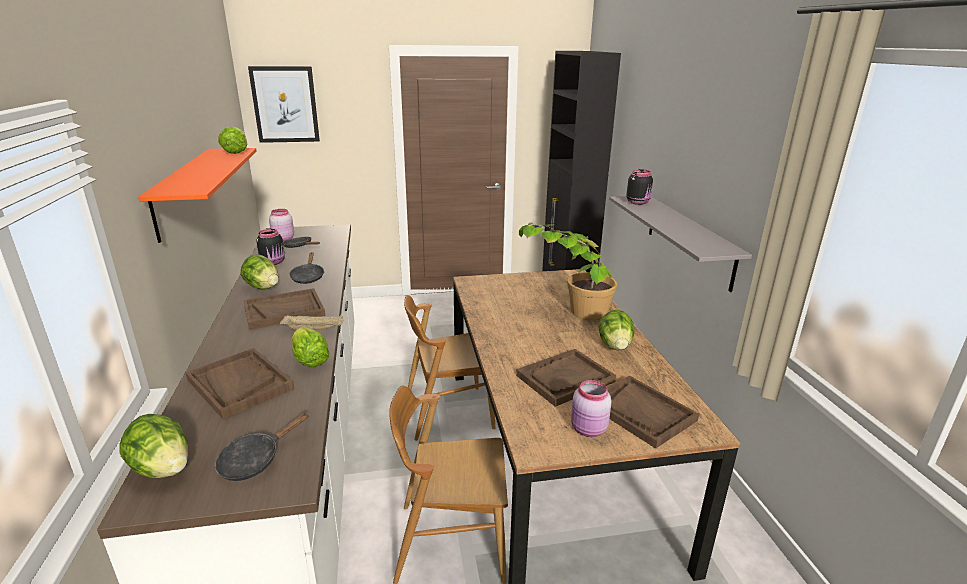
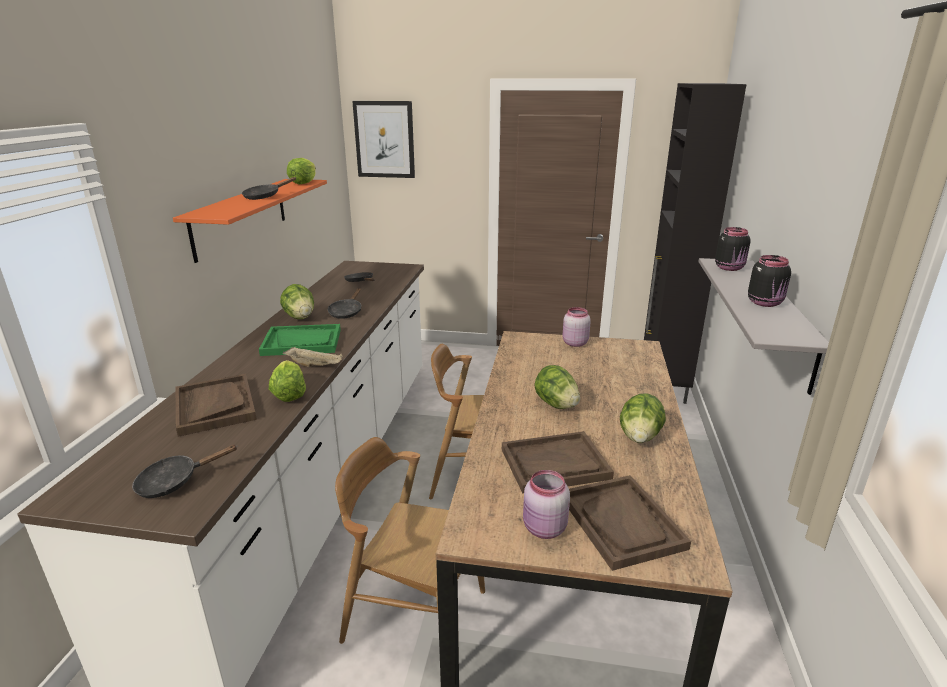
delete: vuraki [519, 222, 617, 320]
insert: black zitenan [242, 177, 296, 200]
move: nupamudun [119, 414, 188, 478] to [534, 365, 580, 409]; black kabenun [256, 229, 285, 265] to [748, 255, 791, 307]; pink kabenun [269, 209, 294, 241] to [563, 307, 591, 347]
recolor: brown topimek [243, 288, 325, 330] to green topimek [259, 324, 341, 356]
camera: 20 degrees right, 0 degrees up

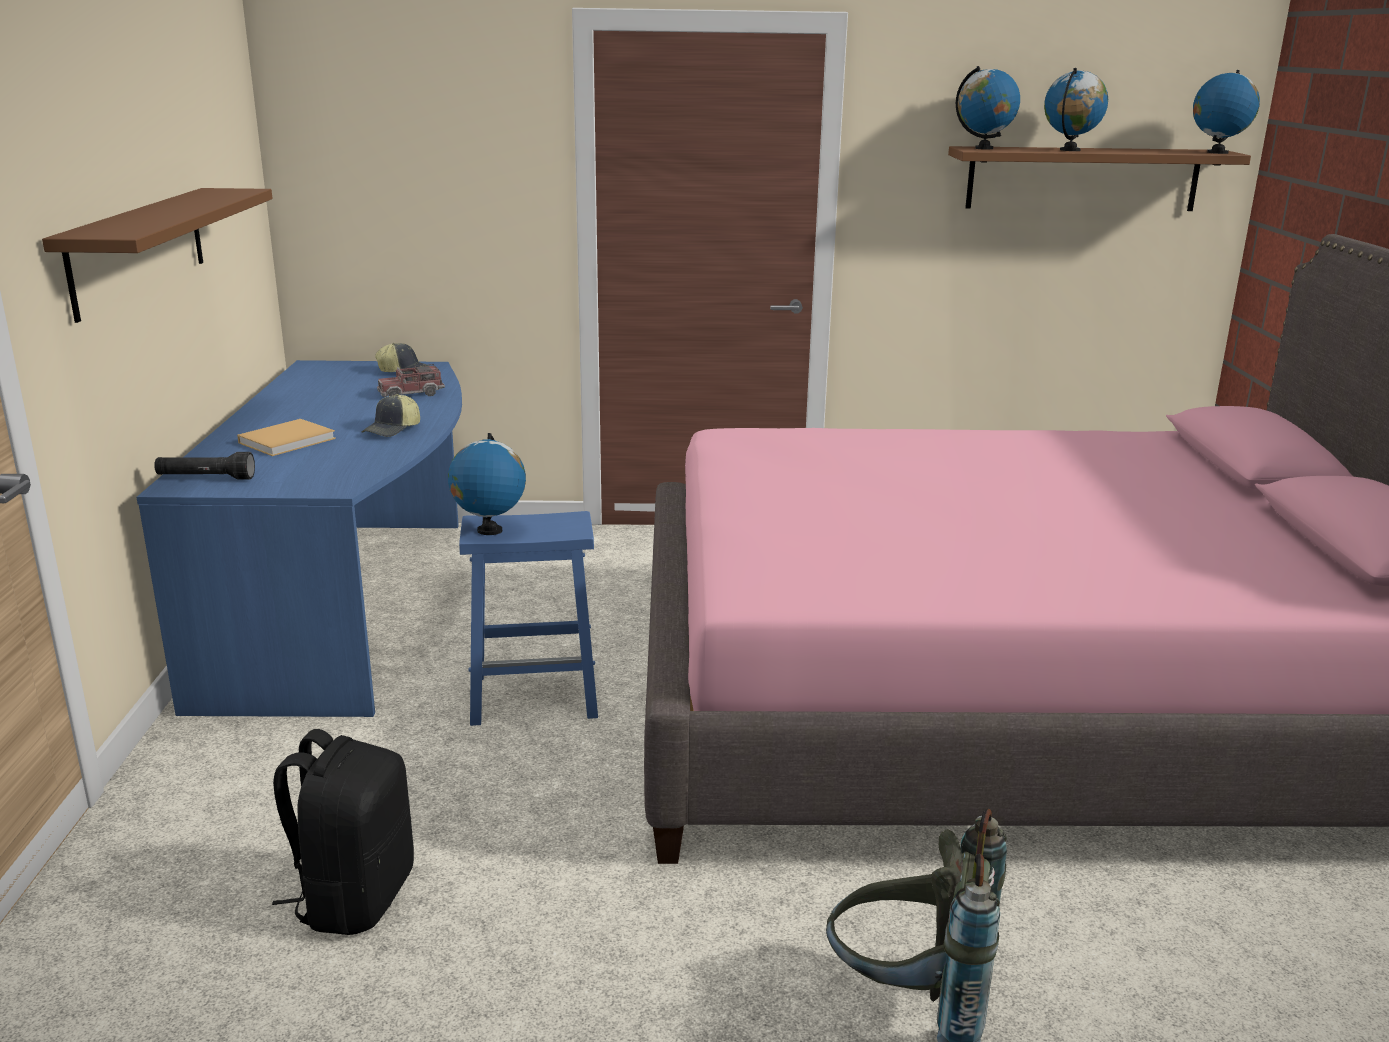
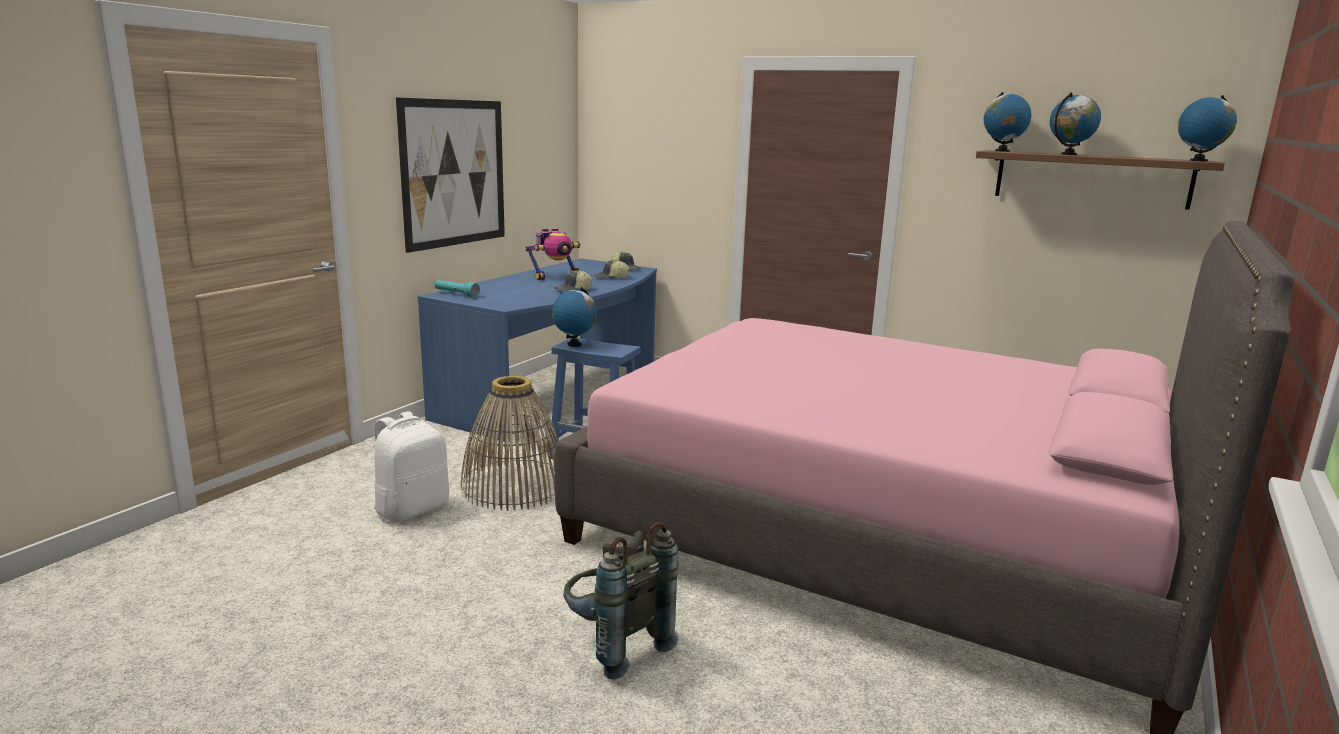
delete: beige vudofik [237, 419, 336, 456]
insert: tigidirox [461, 376, 559, 511]; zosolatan [525, 228, 581, 280]
replace: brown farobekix [42, 188, 273, 323] to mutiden [396, 98, 505, 253]; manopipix [377, 364, 445, 397] to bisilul [594, 260, 630, 279]
recolor: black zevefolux [154, 452, 255, 480] to turquoise zevefolux [434, 280, 480, 298]; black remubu [272, 729, 414, 935] to white remubu [374, 411, 449, 523]
camera: 30 degrees right, 5 degrees down

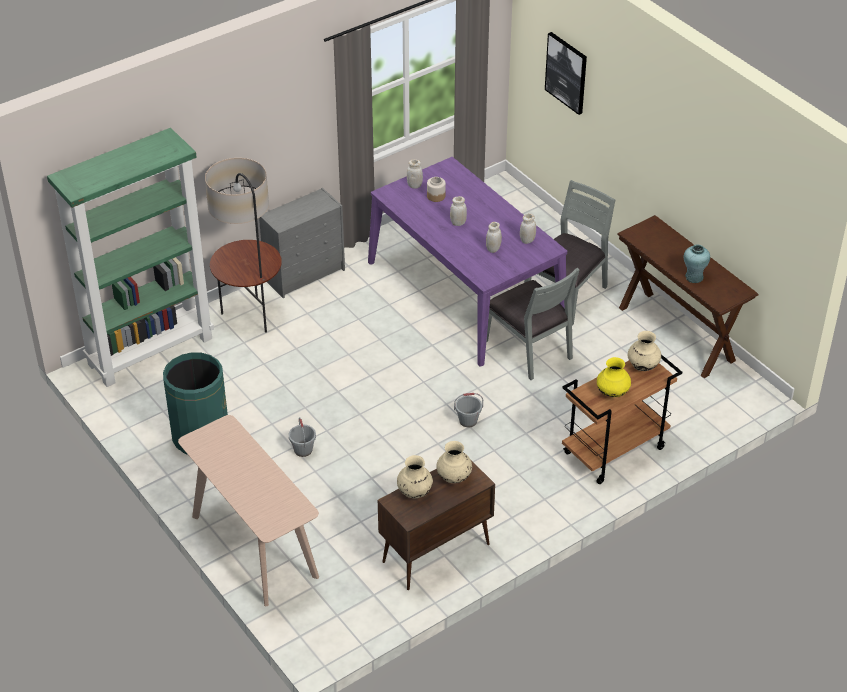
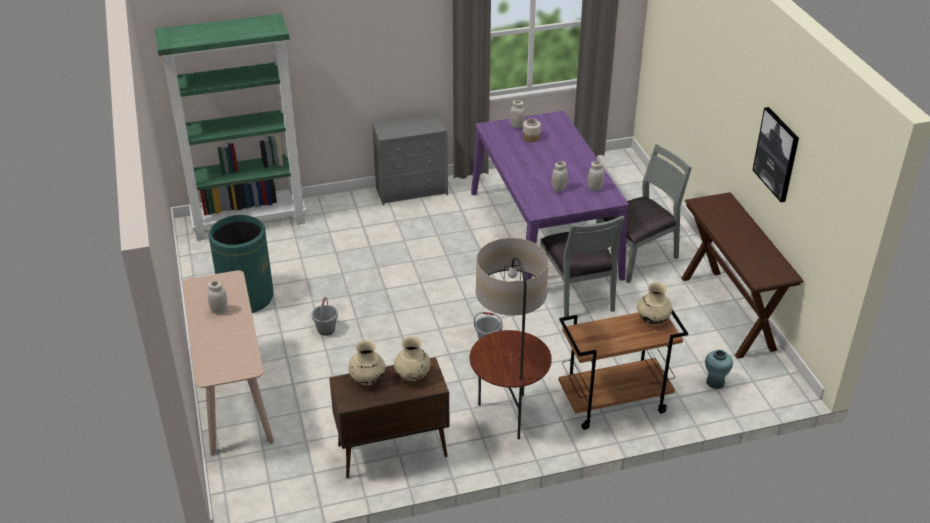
delete: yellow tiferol [597, 357, 631, 397]
move: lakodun [205, 158, 282, 333] to [470, 238, 552, 440]; white kabenun [450, 196, 467, 226] to [208, 281, 228, 314]; mutiden [545, 32, 587, 115] to [753, 107, 799, 202]; turquoise tiferol [684, 245, 710, 283] to [705, 350, 733, 389]
camera: 20 degrees right, 5 degrees down

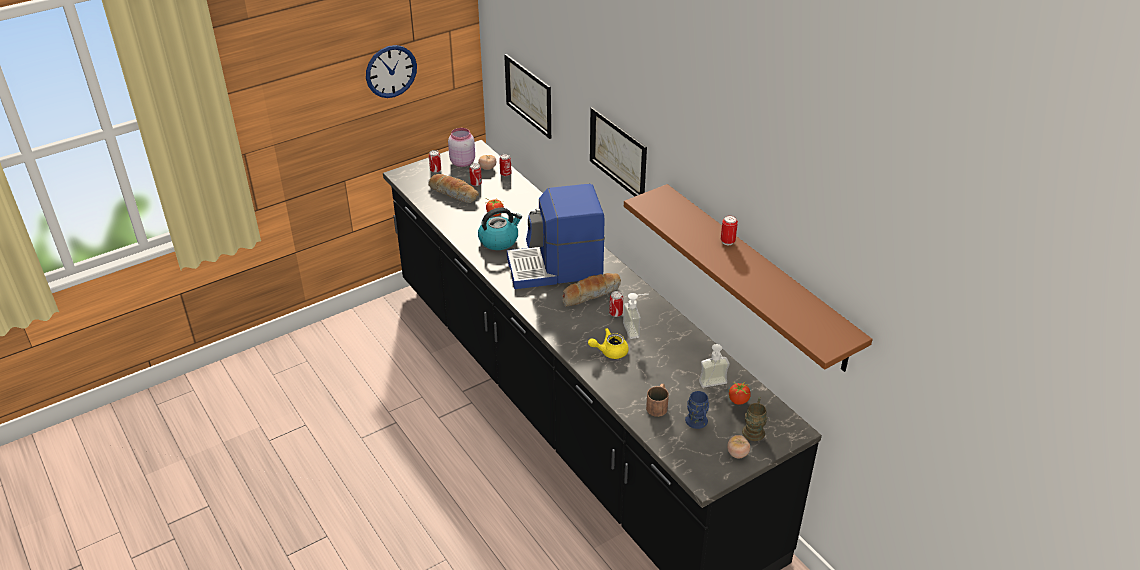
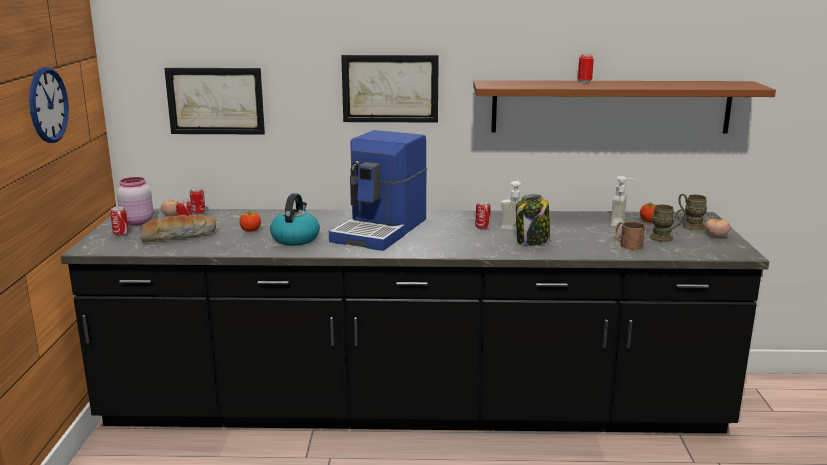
delete: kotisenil [562, 273, 621, 306]
replace: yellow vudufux [588, 328, 629, 359] to kabenun [516, 194, 550, 246]
recolor: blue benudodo [685, 391, 709, 429] to brown benudodo [649, 205, 686, 242]
camera: 55 degrees left, 20 degrees down

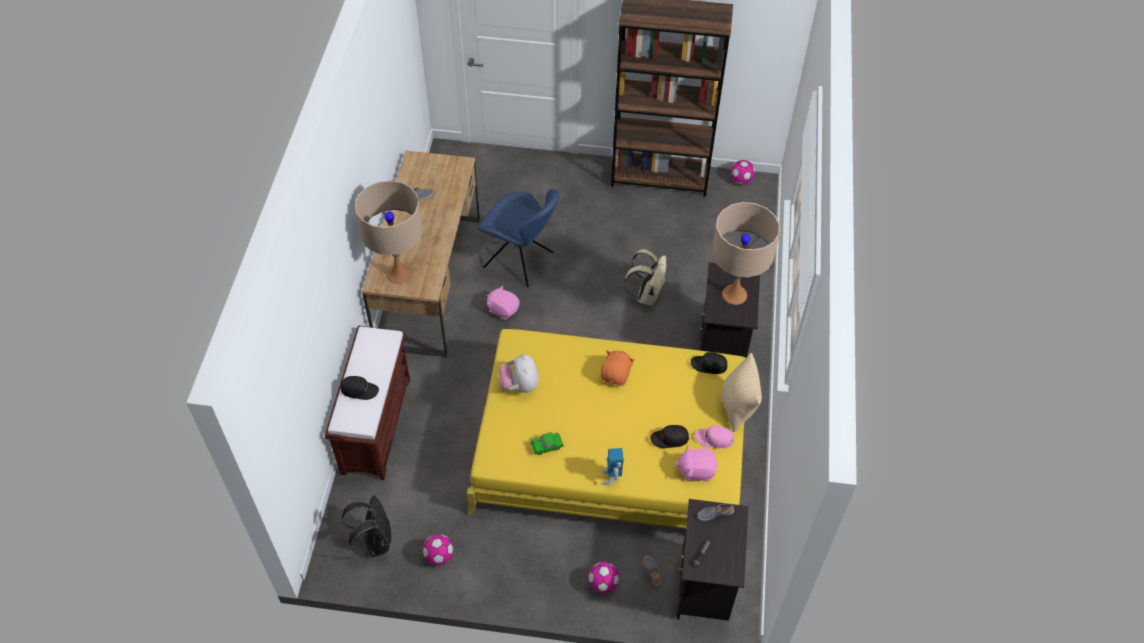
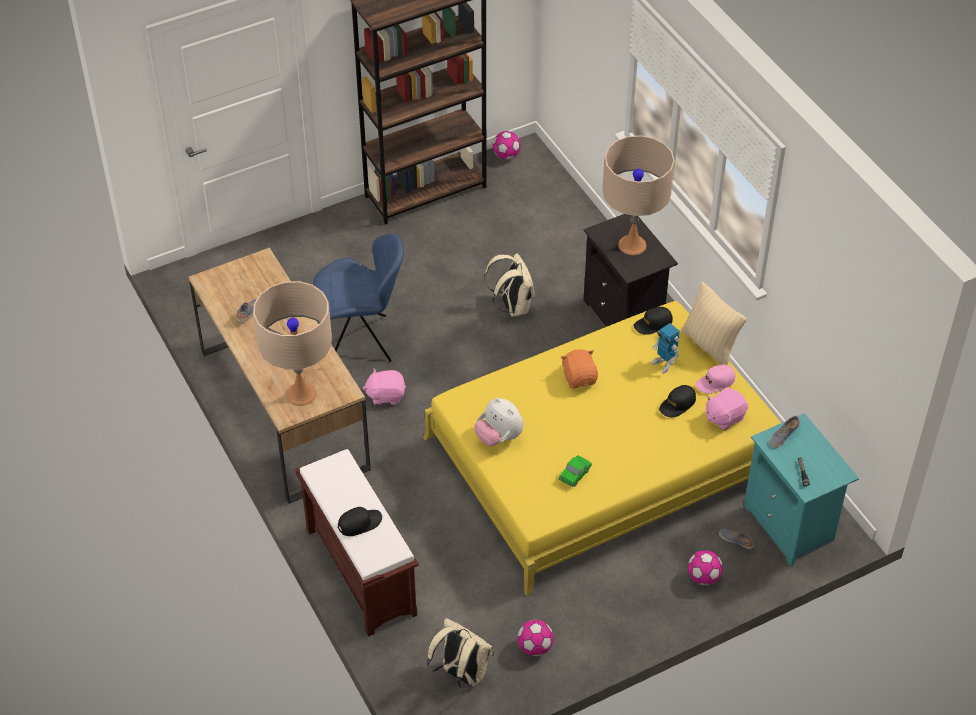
move: zosolatan [602, 448, 624, 485] to [651, 323, 680, 374]
recolor: black remubu [341, 495, 391, 557] to beige remubu [427, 618, 494, 689]; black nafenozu [677, 499, 748, 621] to turquoise nafenozu [744, 413, 859, 567]
camera: 35 degrees left, 5 degrees down

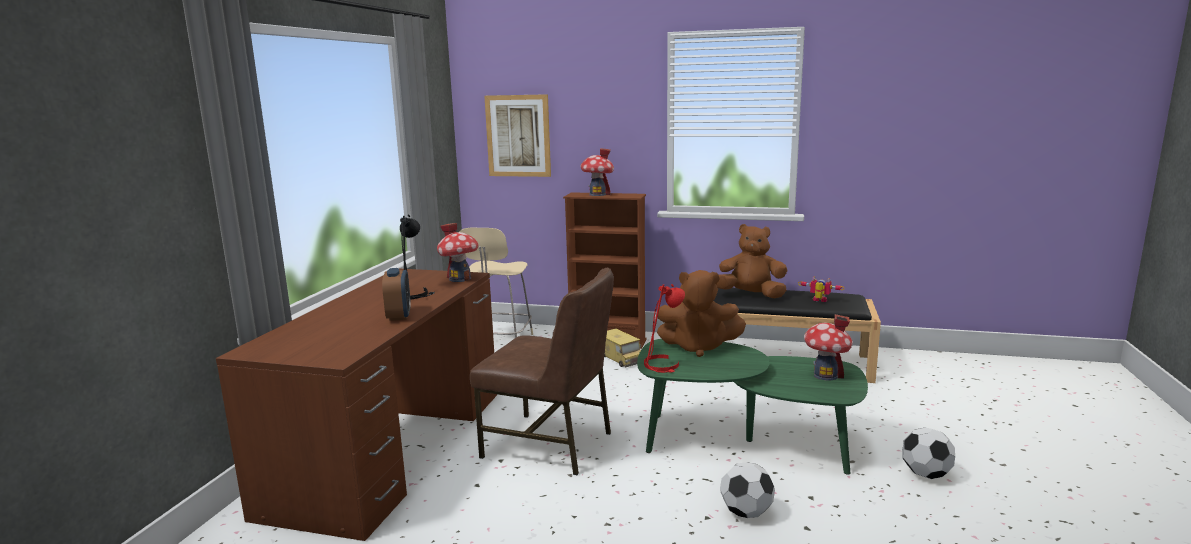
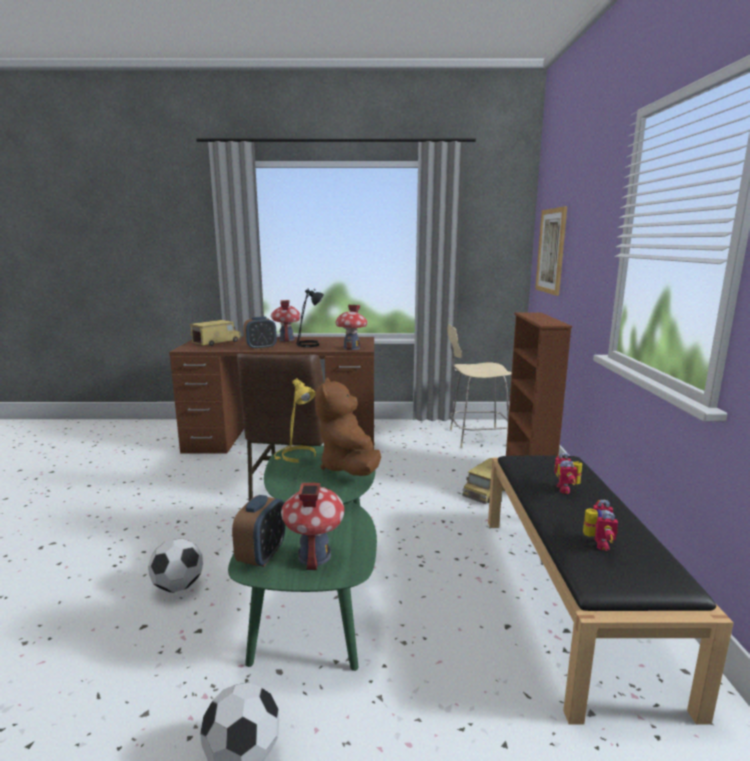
insert: manopipix [189, 320, 241, 346]; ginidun [232, 495, 285, 567]
move: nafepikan [581, 148, 614, 196] to [271, 300, 301, 342]
replace: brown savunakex [716, 224, 788, 298] to zosolatan [554, 453, 582, 494]
recolor: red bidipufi [644, 284, 685, 373] to yellow bidipufi [274, 378, 316, 462]
camera: 75 degrees right, 0 degrees up

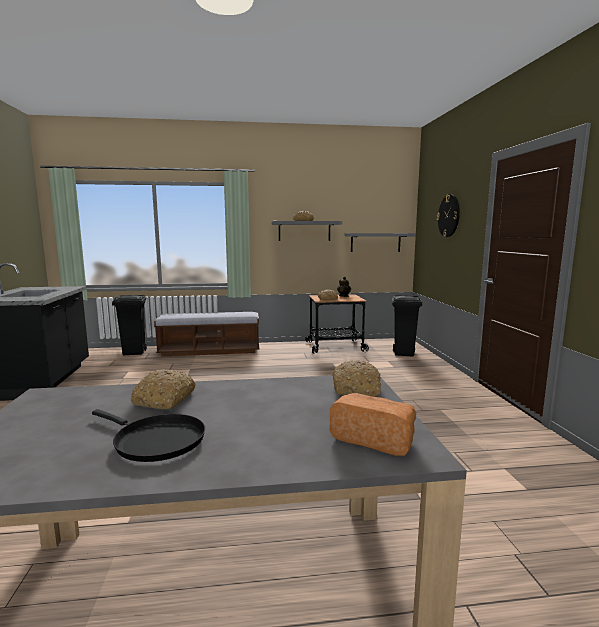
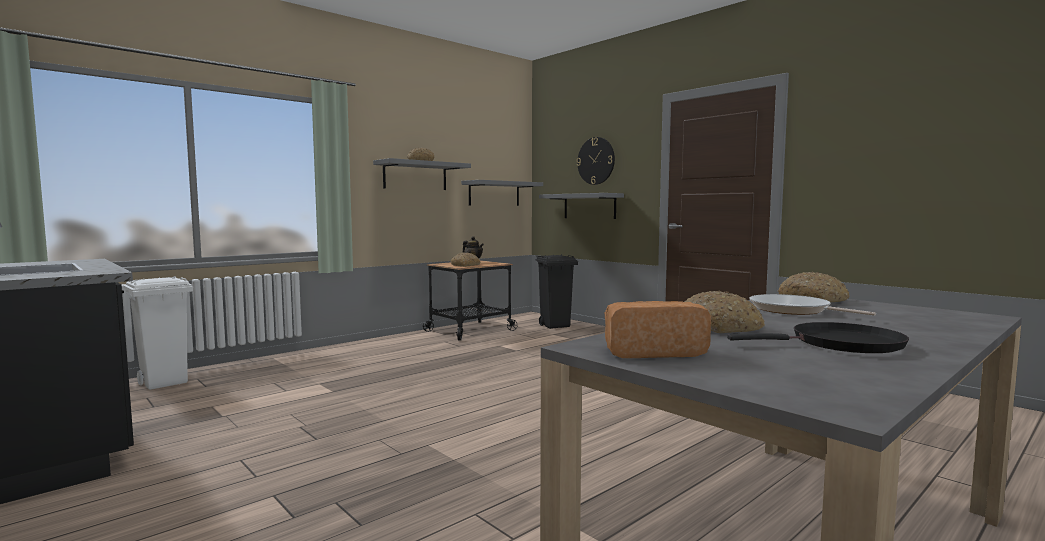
delete: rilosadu [154, 312, 259, 357]
insert: grey farobekix [539, 193, 624, 219]; zitenan [749, 294, 876, 316]
move: kotisenil [329, 393, 416, 456] to [605, 301, 711, 358]
recolor: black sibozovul [112, 294, 147, 355] to white sibozovul [123, 277, 193, 390]
camera: 35 degrees left, 5 degrees down

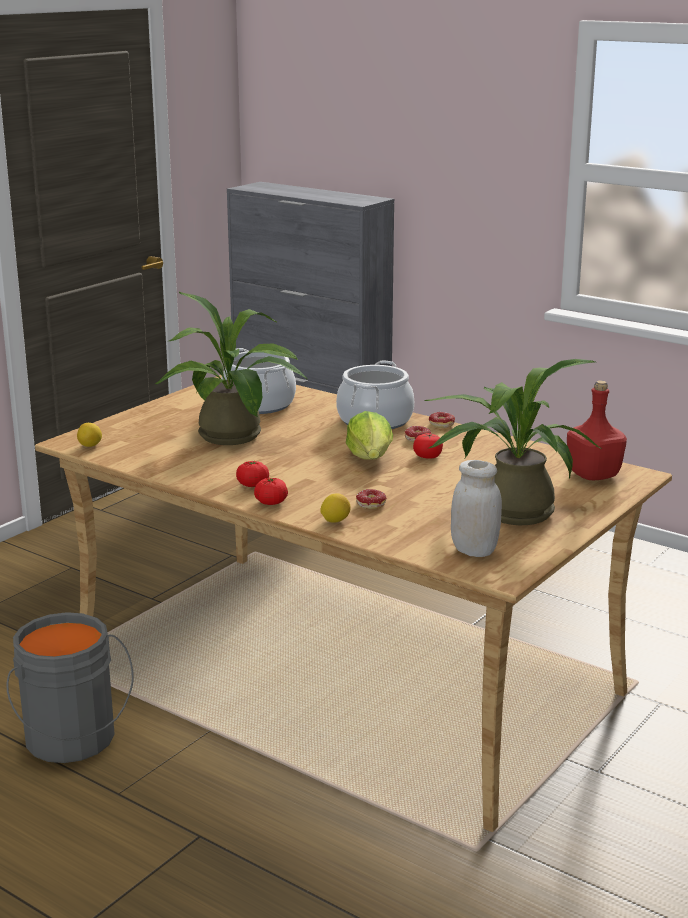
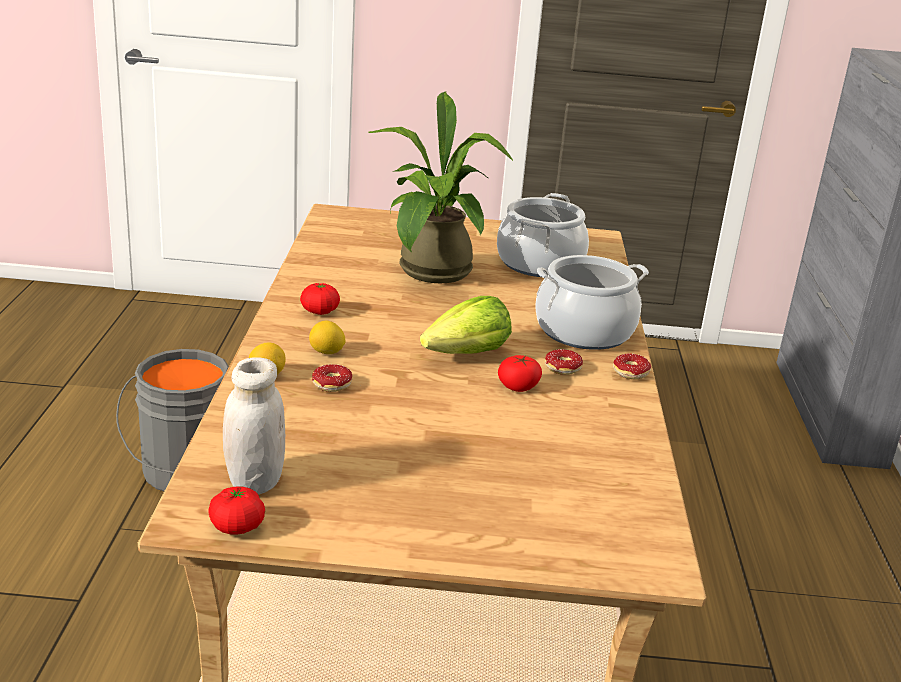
delete: vuraki [424, 359, 601, 525]; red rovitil [567, 380, 627, 480]
move: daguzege [77, 423, 102, 447] to [309, 321, 346, 354]; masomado [254, 478, 288, 505] to [208, 487, 265, 535]
camera: 55 degrees right, 5 degrees up

